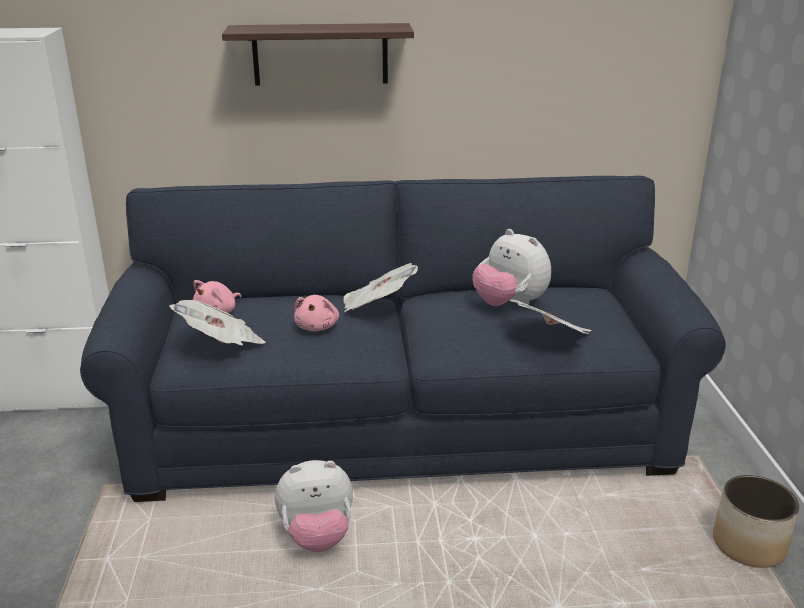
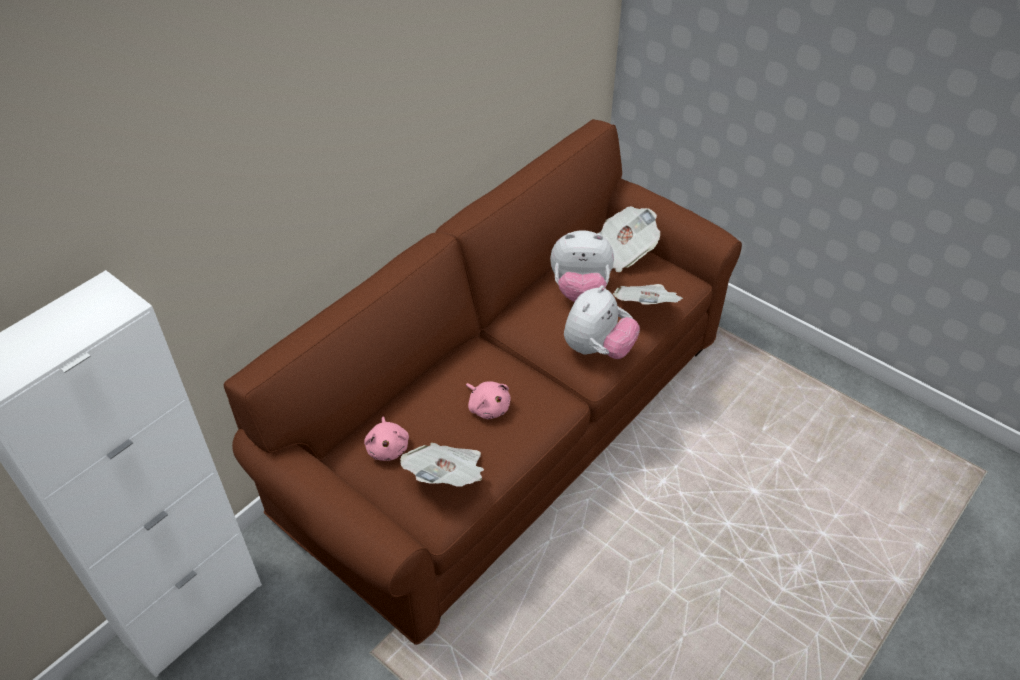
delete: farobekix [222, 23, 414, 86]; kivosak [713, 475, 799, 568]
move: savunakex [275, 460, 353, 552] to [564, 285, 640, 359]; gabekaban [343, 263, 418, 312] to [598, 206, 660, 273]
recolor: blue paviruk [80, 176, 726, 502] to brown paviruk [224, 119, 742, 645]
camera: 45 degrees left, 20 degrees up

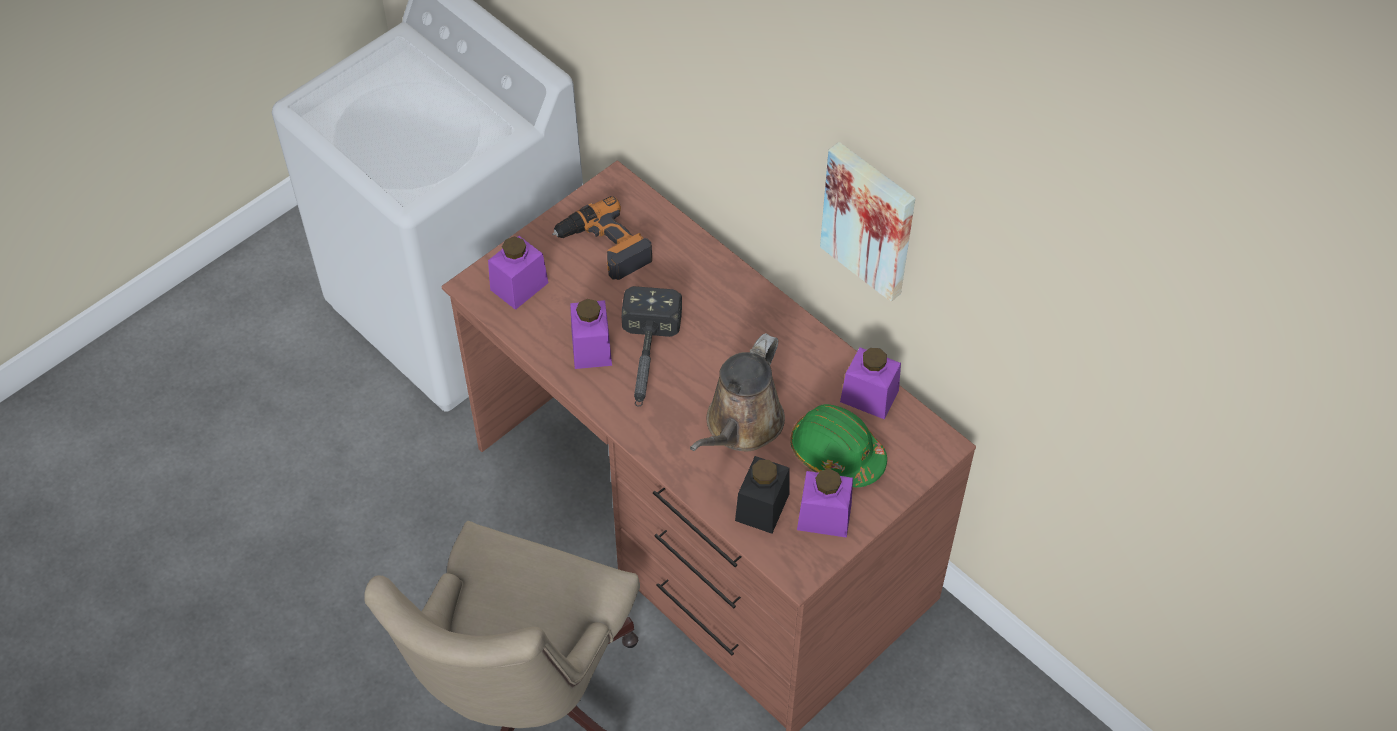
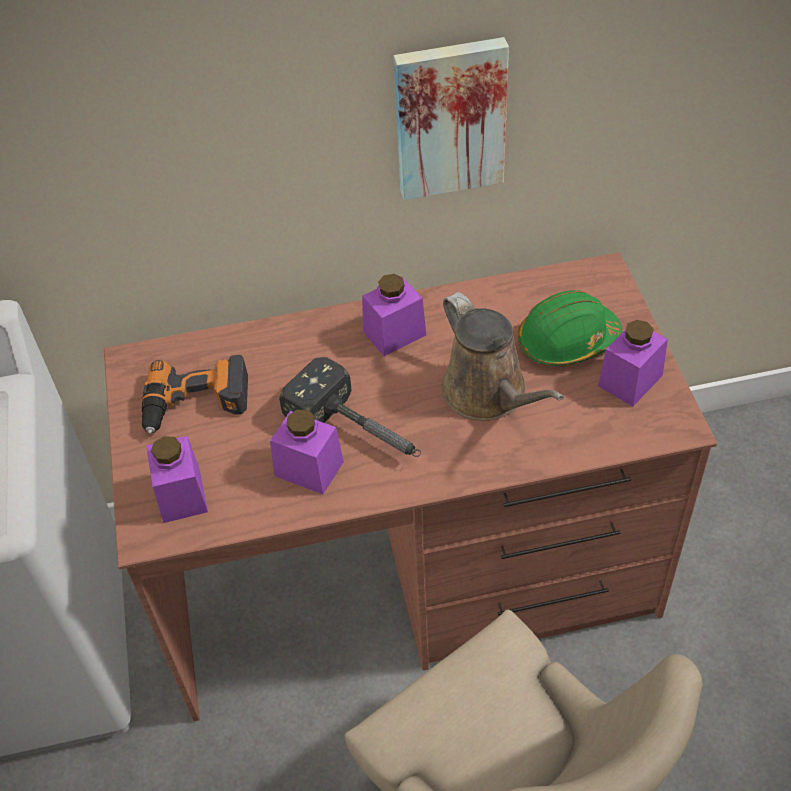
delete: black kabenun [735, 456, 790, 534]
move: purple kabenun [840, 347, 901, 419] to [362, 274, 426, 356]
camera: 55 degrees left, 5 degrees down

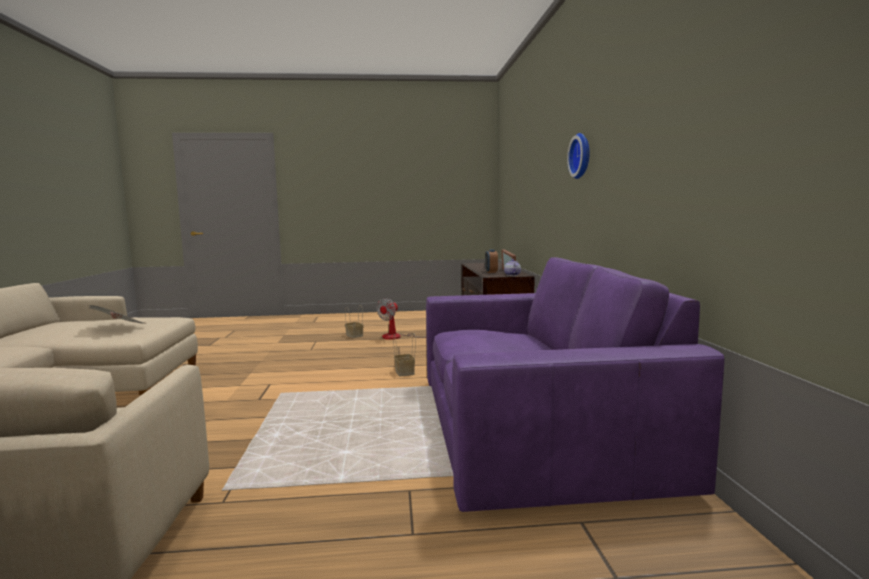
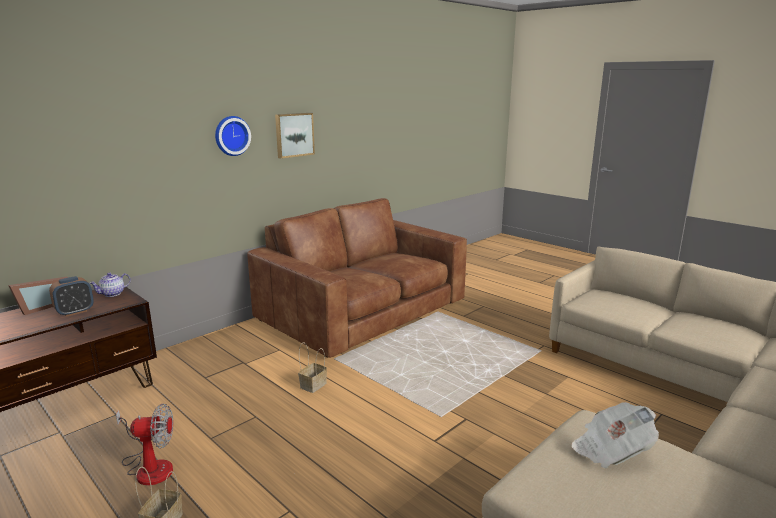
insert: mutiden [275, 113, 315, 159]
recolor: purple paviruk [426, 257, 725, 512] to brown paviruk [247, 198, 467, 358]
camera: 130 degrees left, 10 degrees up

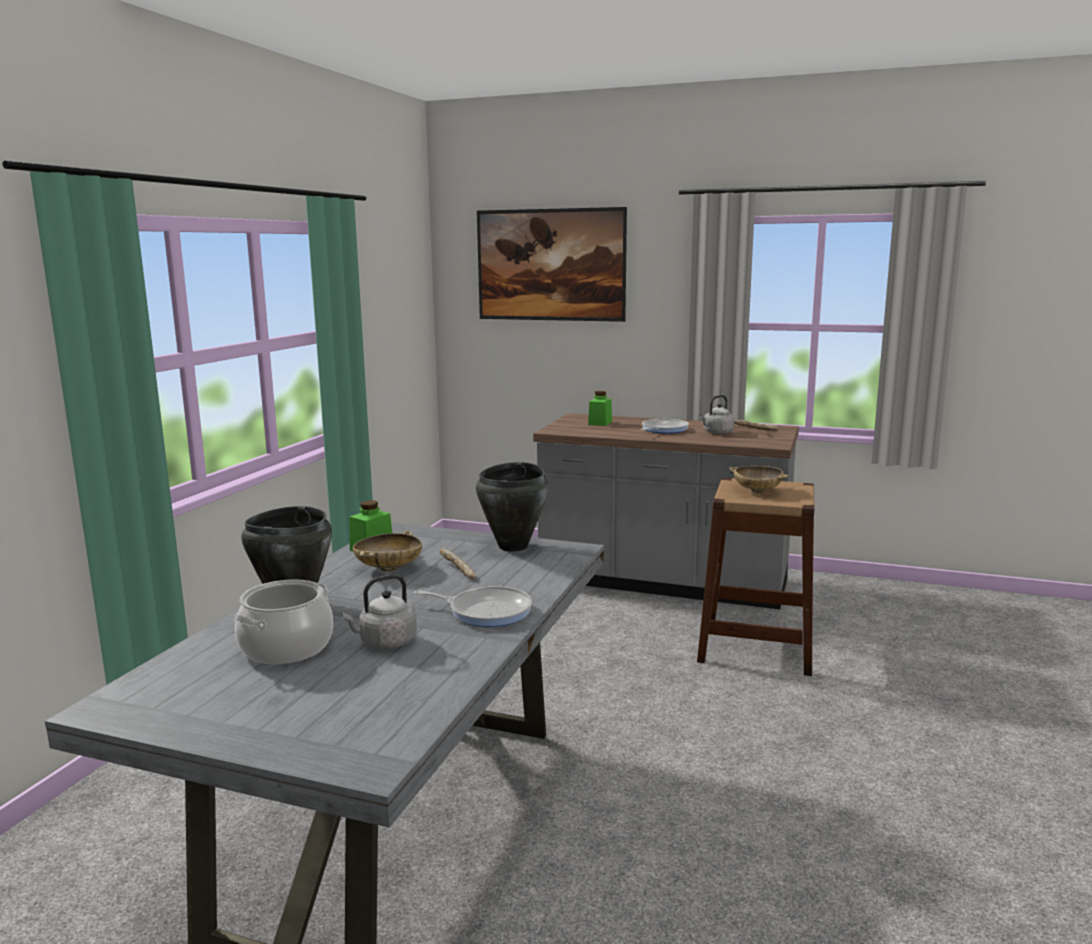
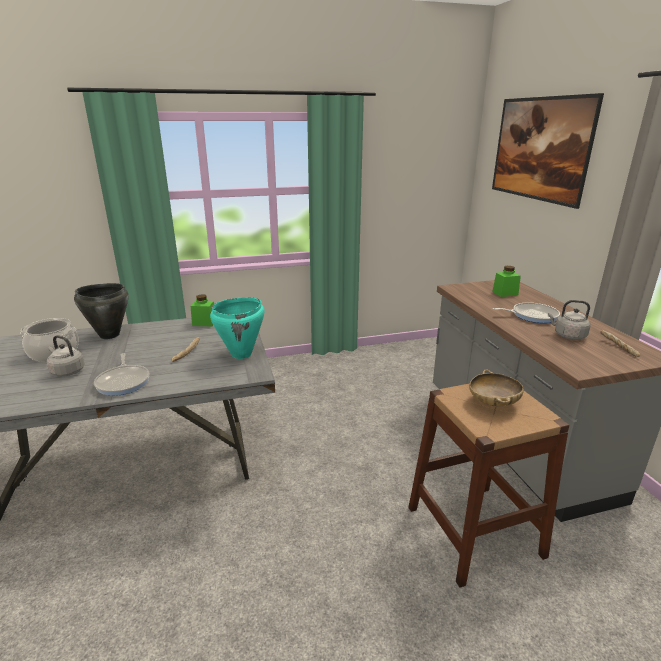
delete: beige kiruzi [353, 531, 422, 572]
recolor: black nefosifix [476, 462, 548, 552] to turquoise nefosifix [210, 297, 264, 359]
camera: 55 degrees right, 10 degrees up

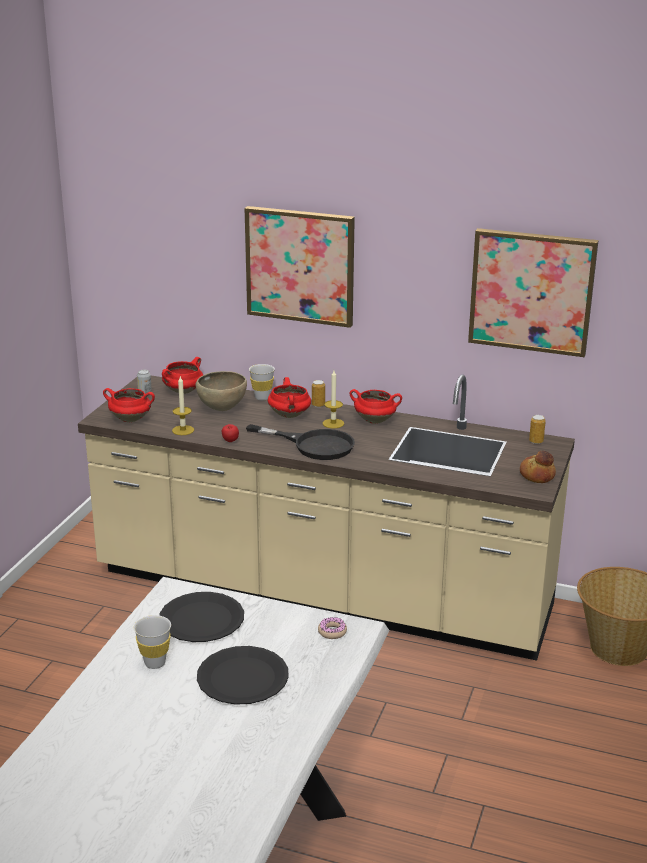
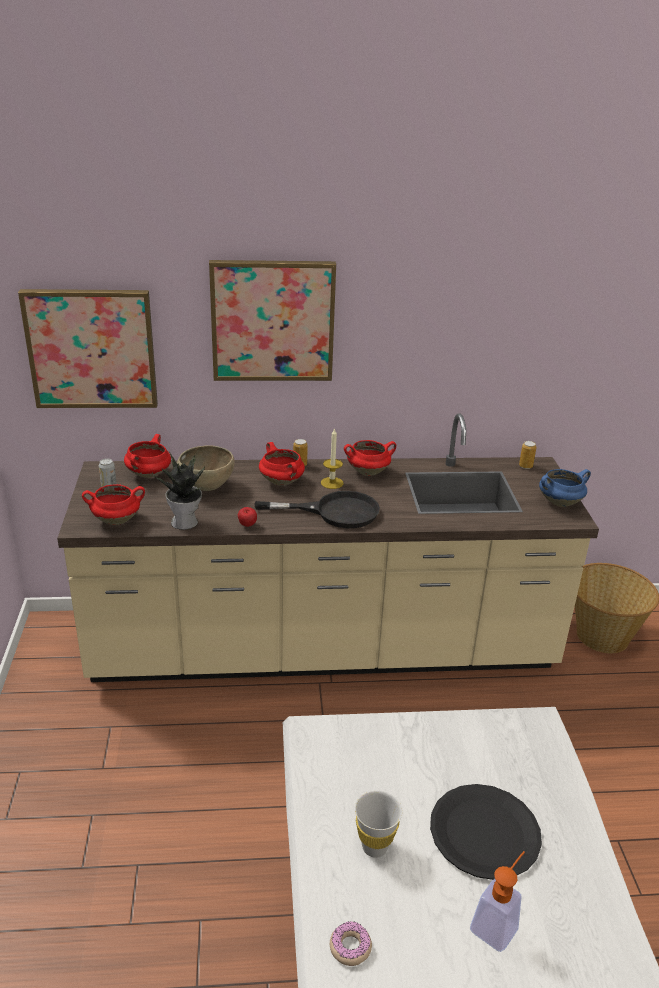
delete: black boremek [159, 592, 244, 642]; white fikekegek [249, 364, 275, 401]
insert: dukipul [470, 851, 525, 952]
move: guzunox [318, 617, 347, 639] to [330, 921, 372, 966]; mutiden [468, 228, 599, 357] to [18, 289, 158, 408]
replace: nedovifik [172, 376, 194, 435] to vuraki [152, 453, 205, 530]; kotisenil [520, 451, 556, 483] to blue nefosifix [539, 469, 591, 507]
camera: 25 degrees left, 5 degrees up

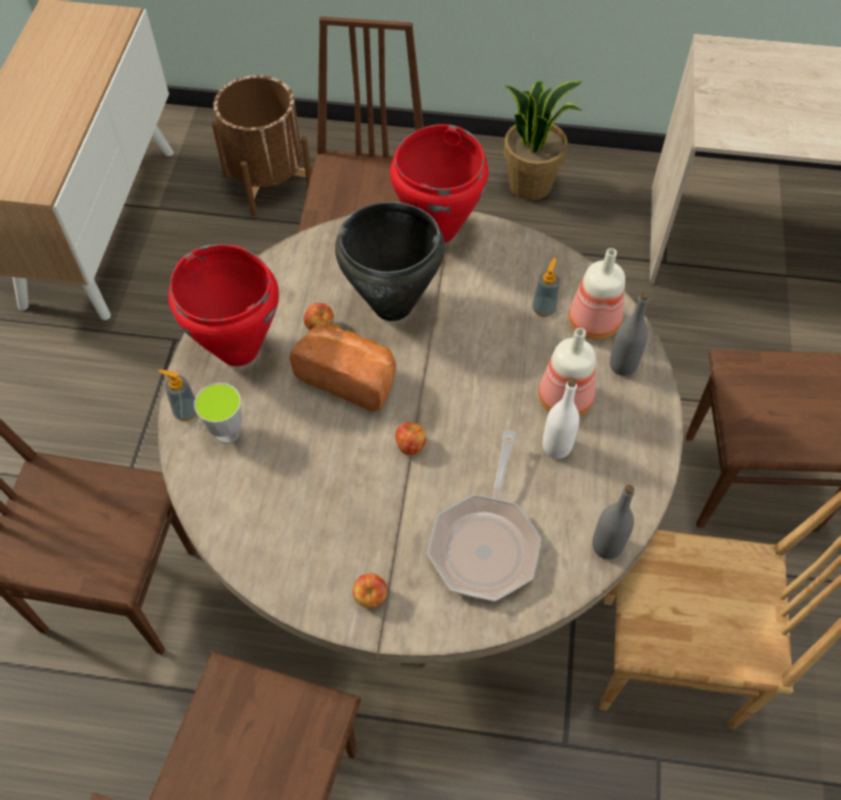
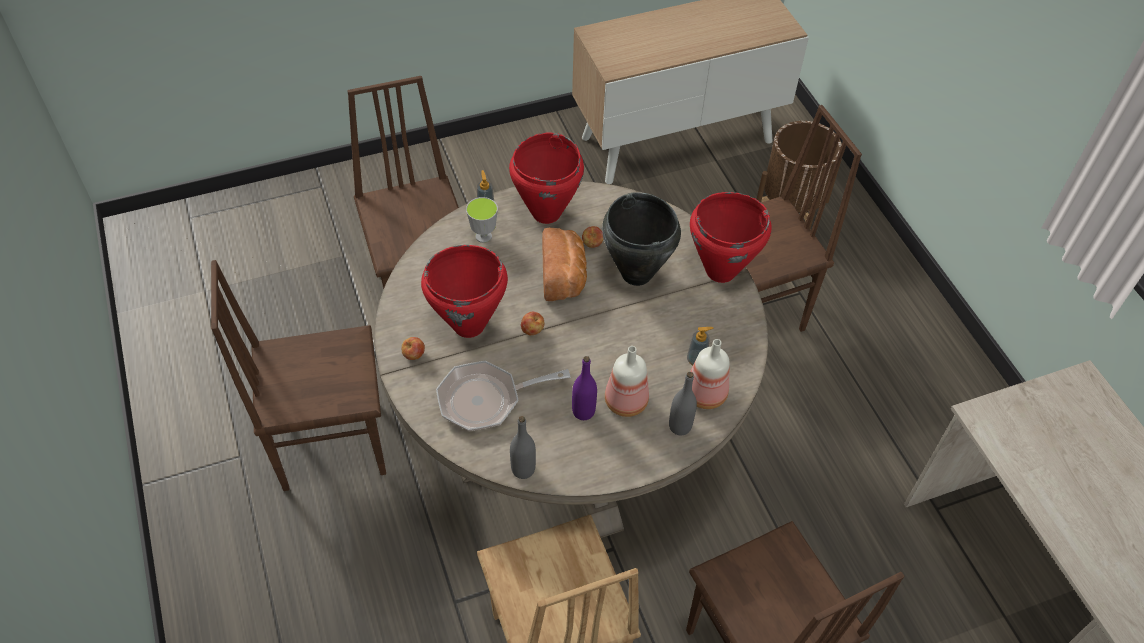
delete: vuraki [504, 81, 583, 200]
insert: red nefosifix [421, 245, 508, 338]
recolor: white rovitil [543, 379, 580, 459] to purple rovitil [572, 356, 597, 420]
camera: 60 degrees right, 5 degrees down

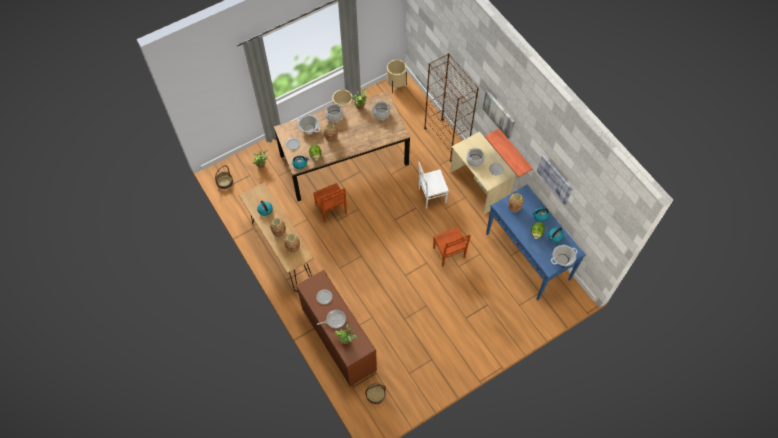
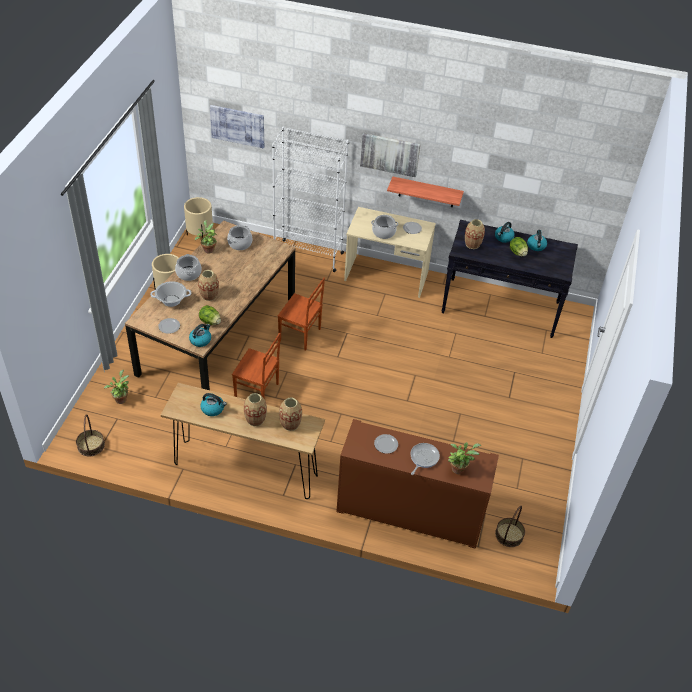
delete: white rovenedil [418, 162, 449, 209]; nefosifix [551, 245, 578, 266]
move: brown rovenedil [433, 227, 471, 267] to [278, 278, 325, 351]; mutiden [537, 155, 573, 205] to [210, 105, 264, 148]
recolor: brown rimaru [424, 53, 479, 162] to white rimaru [272, 127, 349, 272]; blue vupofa [486, 185, 586, 301] to black vupofa [442, 220, 578, 338]
camera: 45 degrees left, 15 degrees down

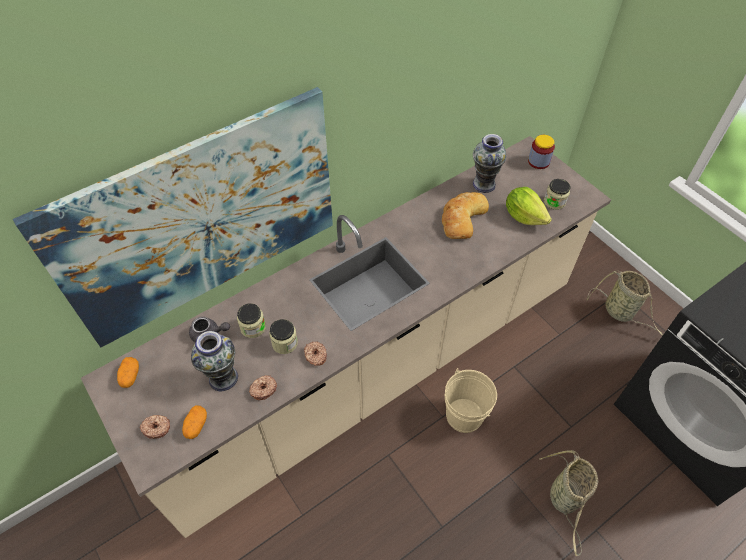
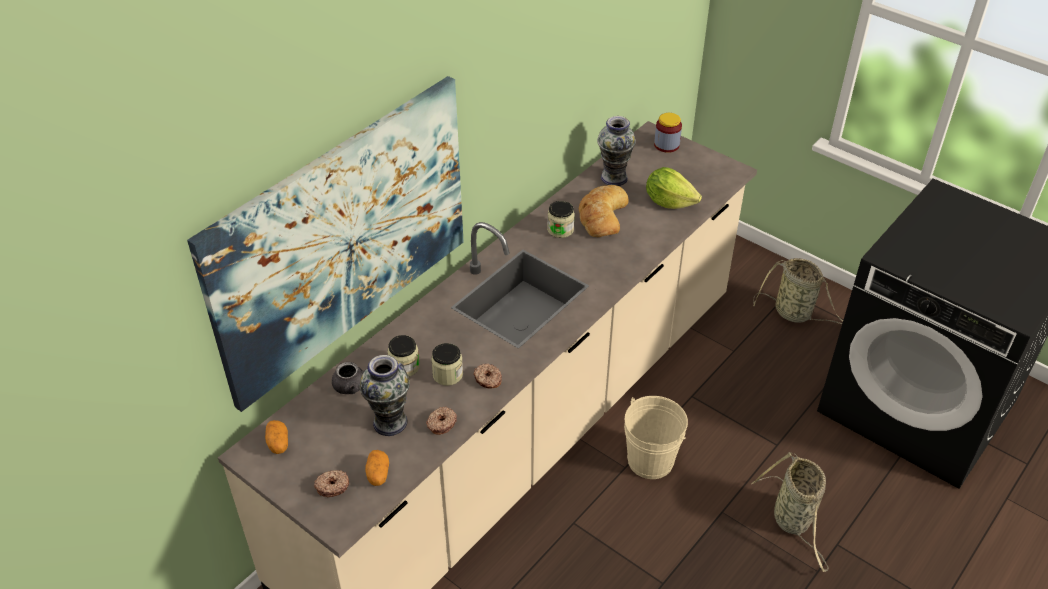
move: kabenun [544, 179, 571, 210] to [547, 201, 575, 238]
camera: 15 degrees left, 10 degrees down

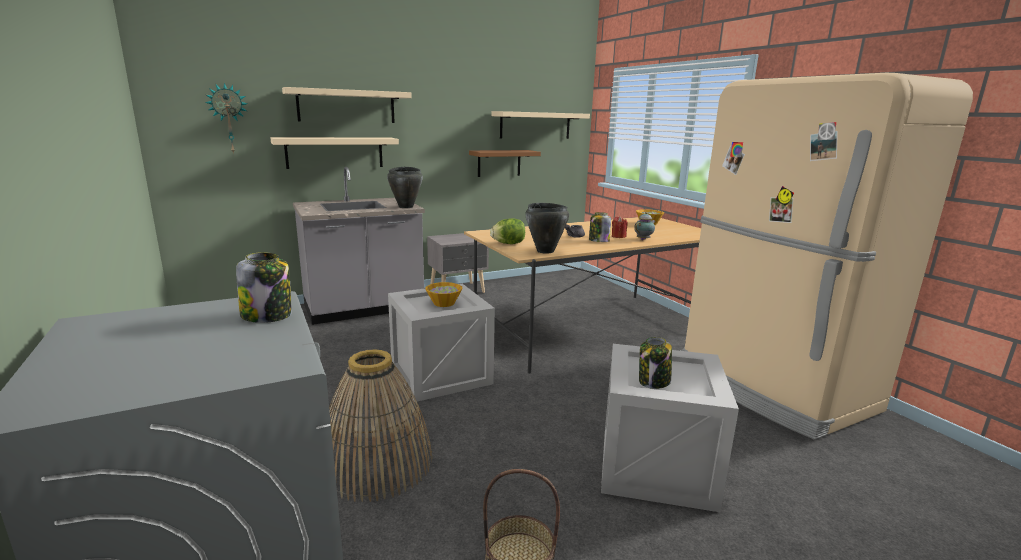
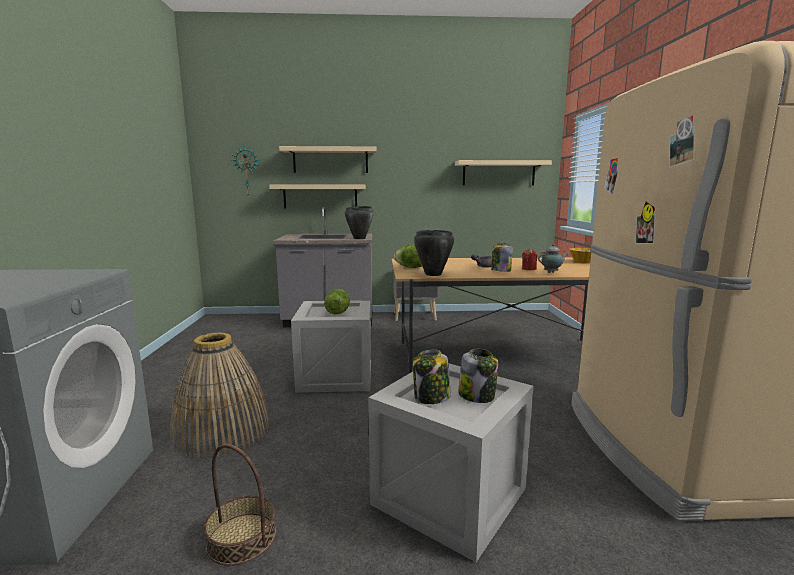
delete: brown farobekix [469, 150, 541, 177]
move: kabenun [236, 252, 292, 323] to [458, 349, 498, 403]
replace: kiruzi [425, 282, 462, 307] to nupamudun [324, 289, 350, 314]
camera: 25 degrees right, 5 degrees down

